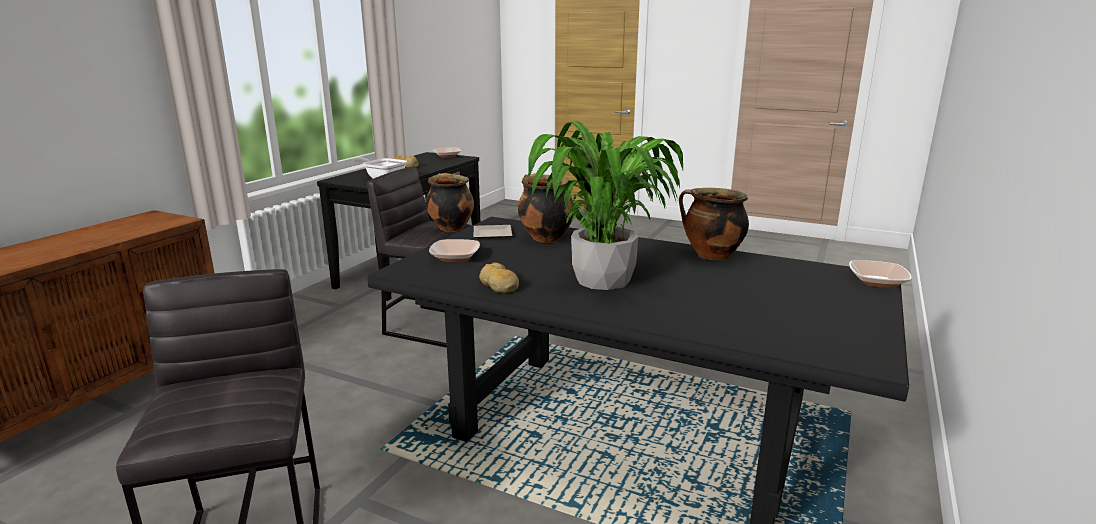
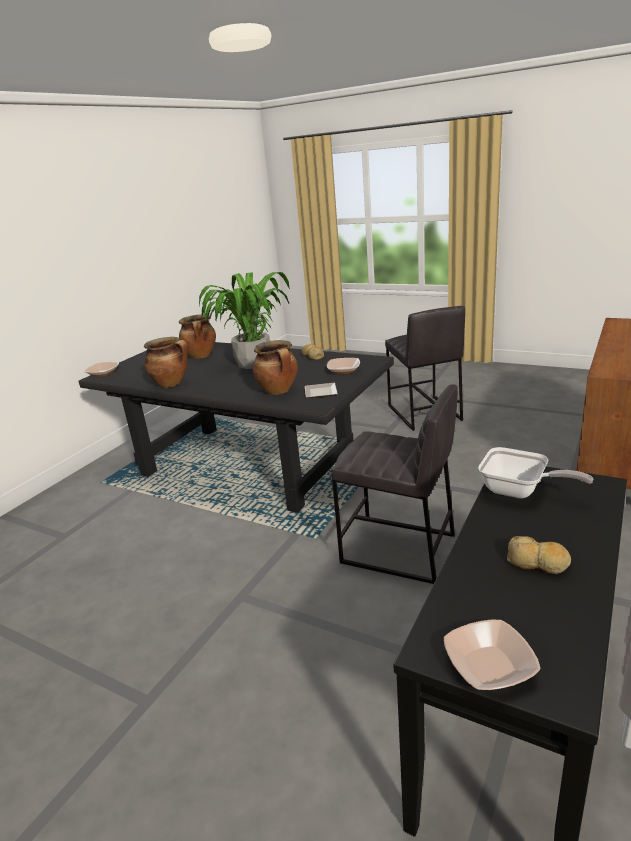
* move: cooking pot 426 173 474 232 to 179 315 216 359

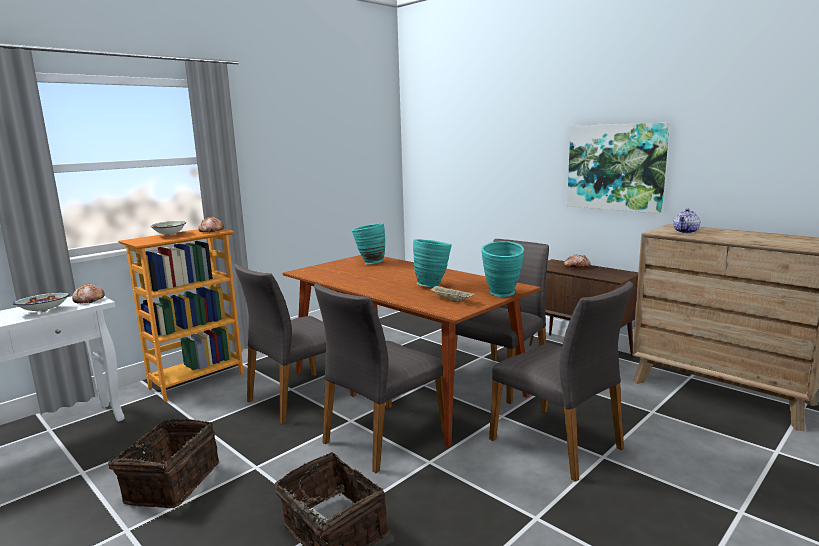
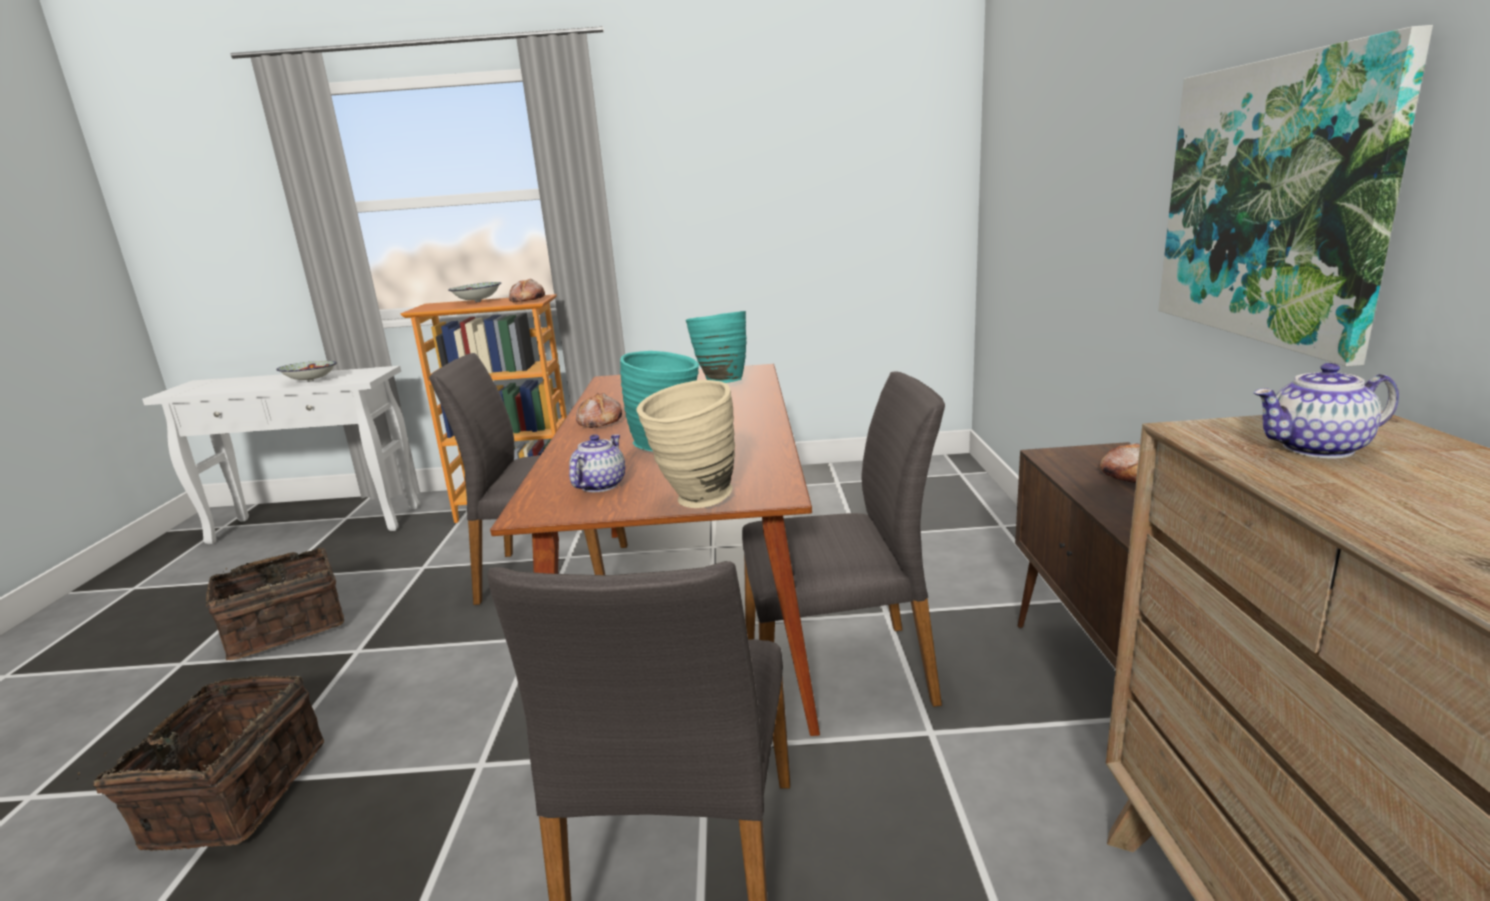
* recolor: turquoise vase 481 241 524 297 to beige vase 637 380 735 508
* move: bread 72 283 105 303 to 576 393 622 428
* delete: grey chair 314 283 444 473
* replace: beige tray 428 285 476 302 to teapot 569 434 625 492

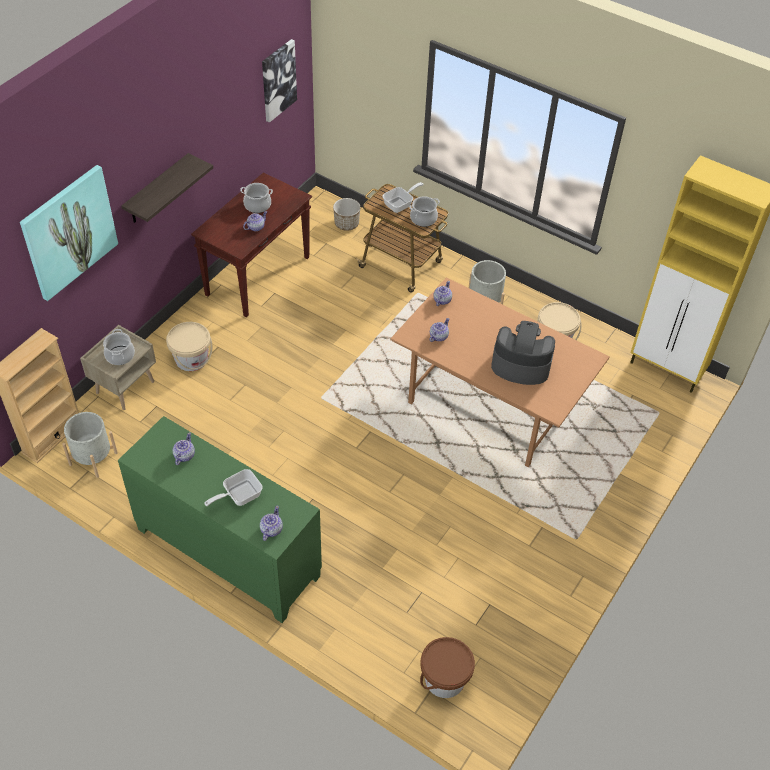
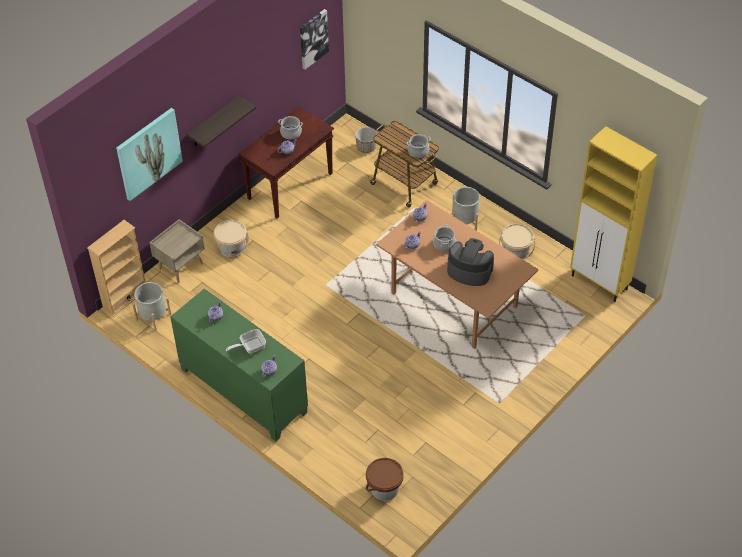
* delete: frying pan 383 182 423 213
* move: cooking pot 103 329 135 365 to 433 224 456 252

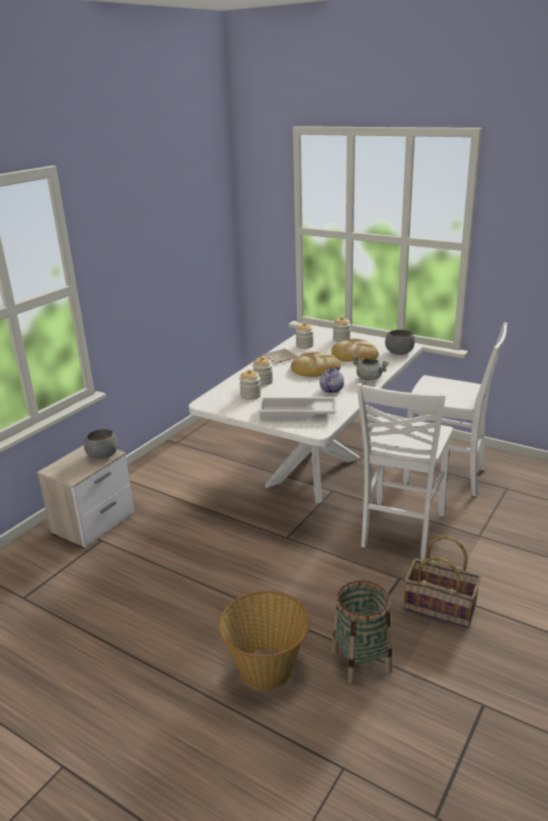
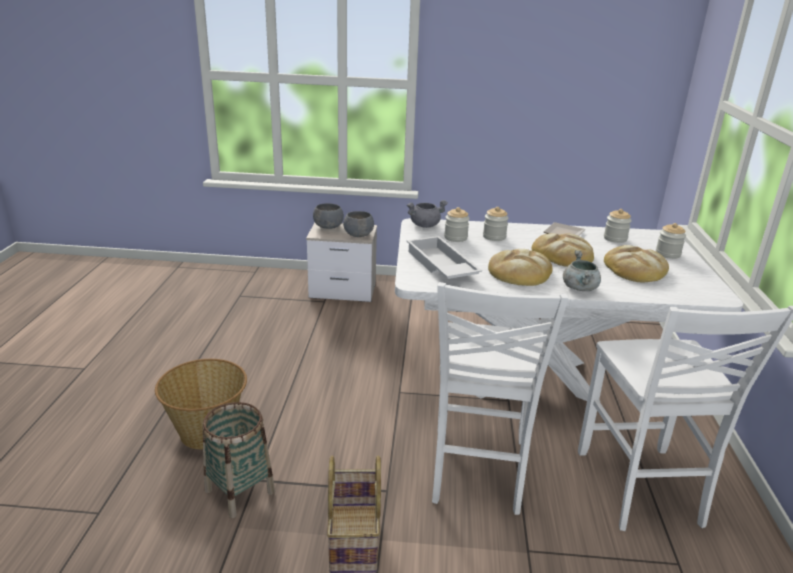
* move: grey bowl 385 330 415 355 to 313 203 344 229
* replace: teapot 320 366 344 393 to bread 488 249 552 286
* rotate: white chair 357 383 453 560 = 432 282 568 515 75 degrees counterclockwise
* insert: grey cooking pot 407 200 448 228

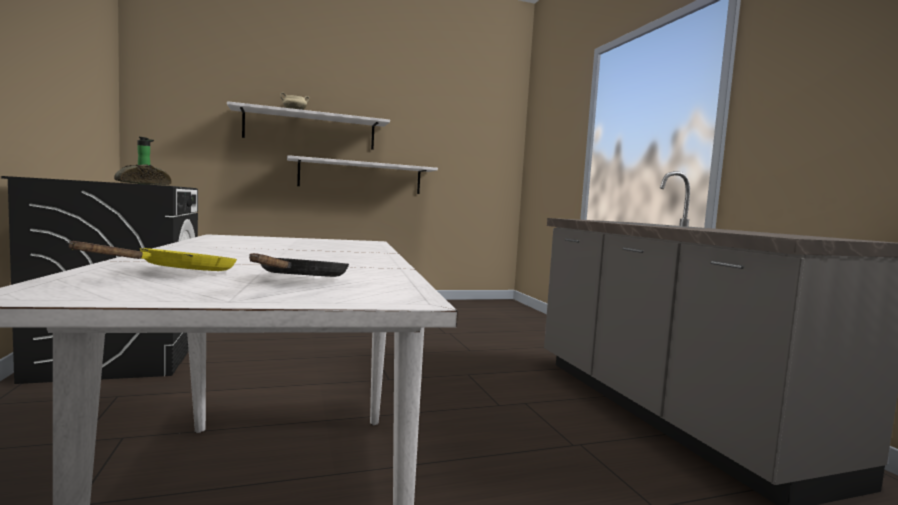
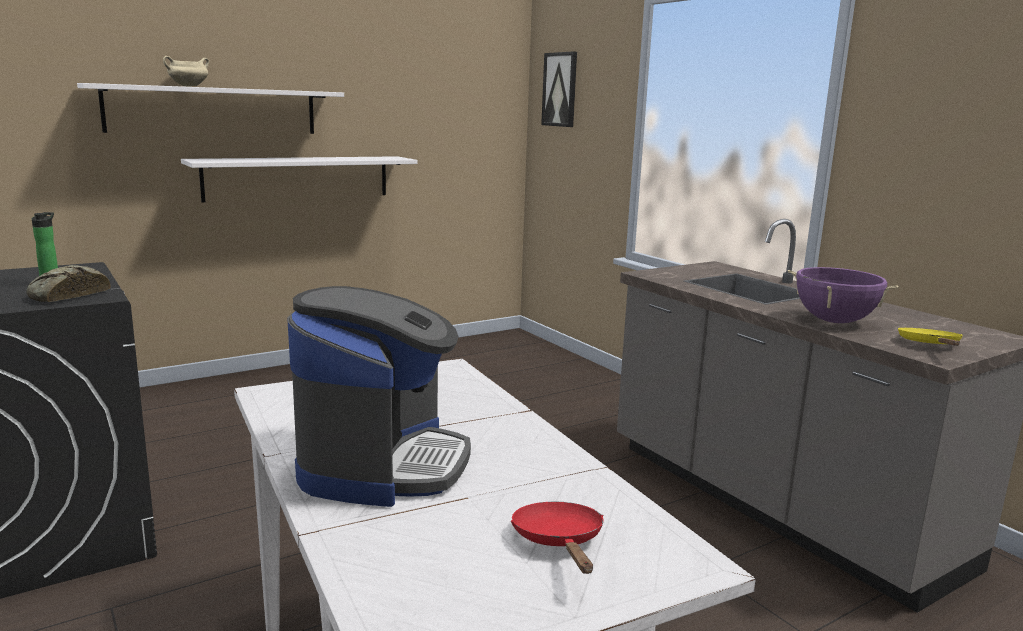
* move: yellow frying pan 66 241 237 271 to 898 328 963 346
* recolor: black frying pan 249 253 349 277 to red frying pan 511 502 604 574
* insert: picture 541 51 577 127
* insert: purple cooking pot 788 267 899 323
* insert: coffee machine 287 286 471 507

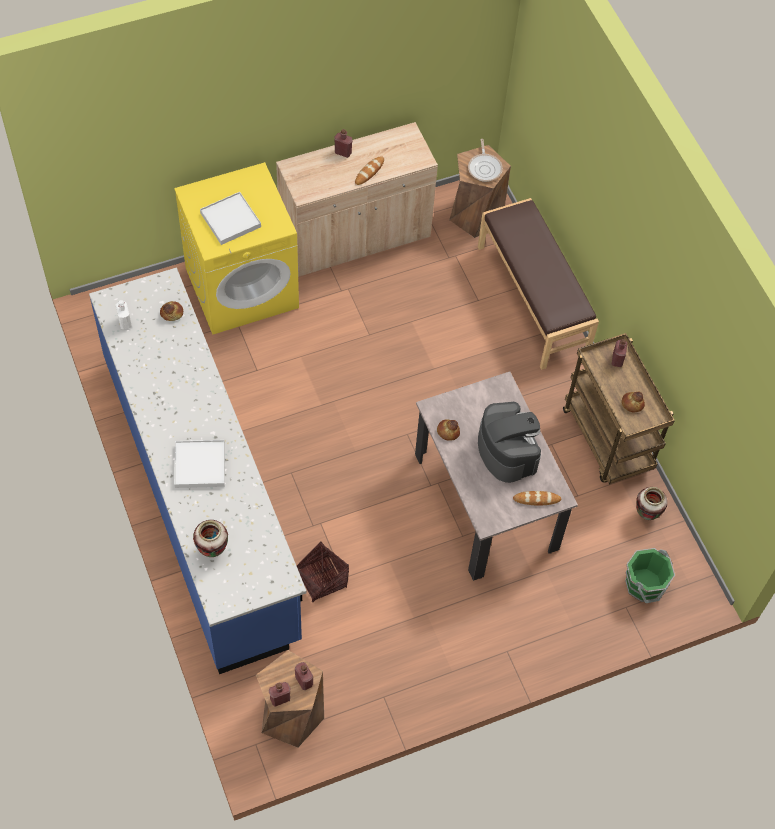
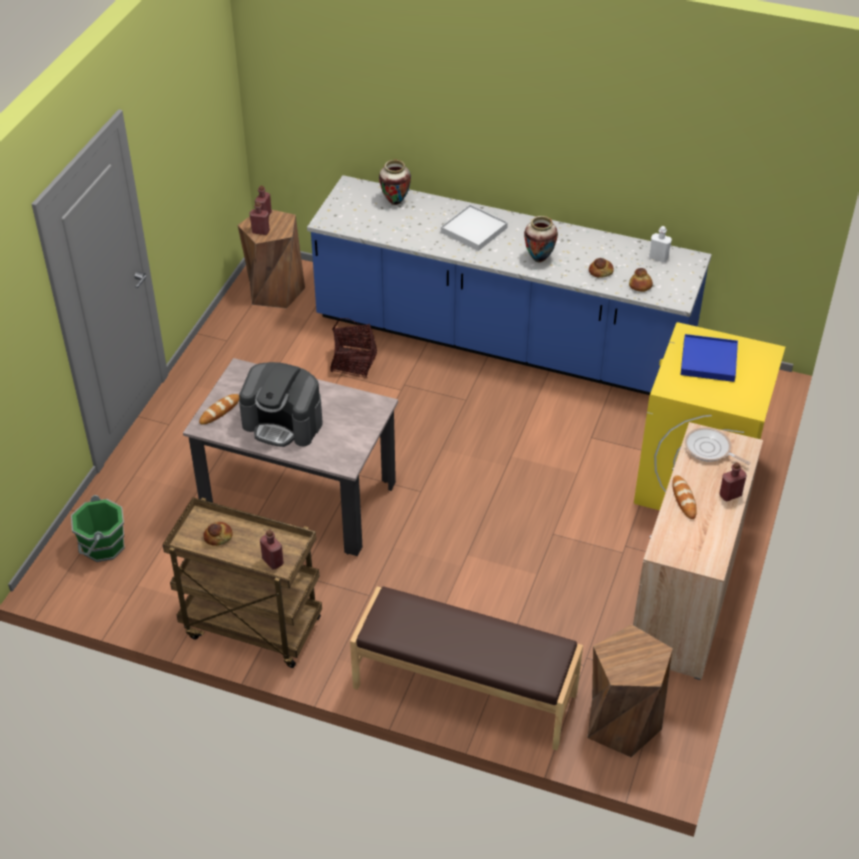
* move: frying pan 468 139 503 182 to 685 427 750 465
* recolor: white tray 200 192 261 245 to blue tray 680 334 738 382
* move: bread 437 419 460 441 to 589 258 614 278
* move: vase 636 487 667 520 to 524 216 558 262

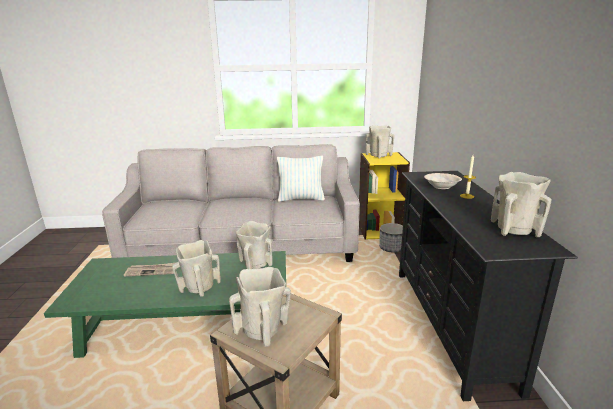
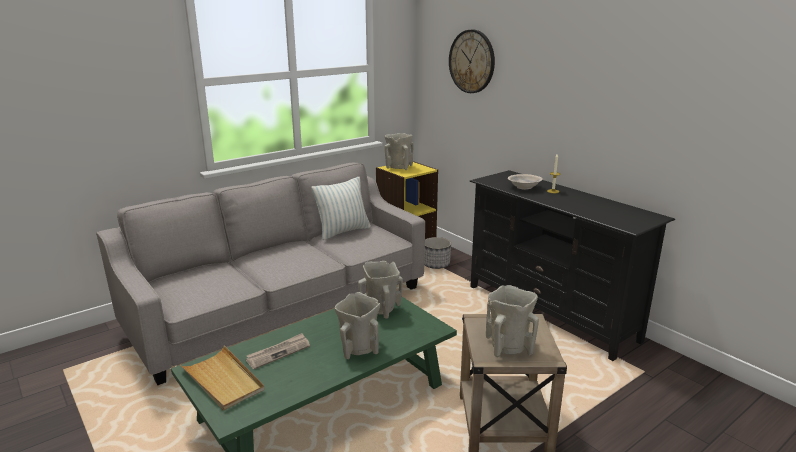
* delete: beige vase 491 172 551 238
* insert: wall clock 449 30 495 93
* insert: beige tray 179 346 265 411

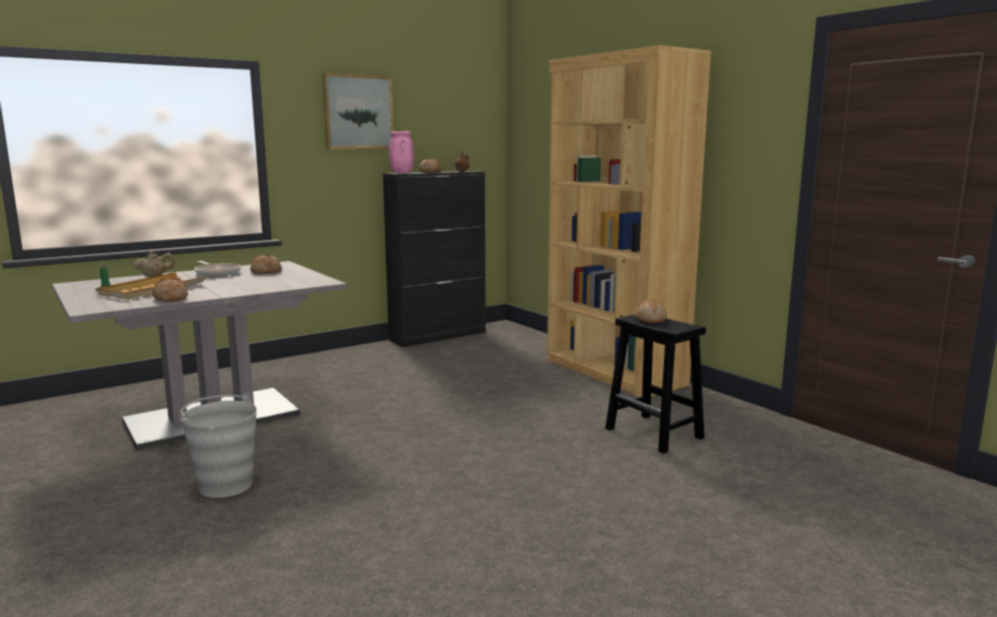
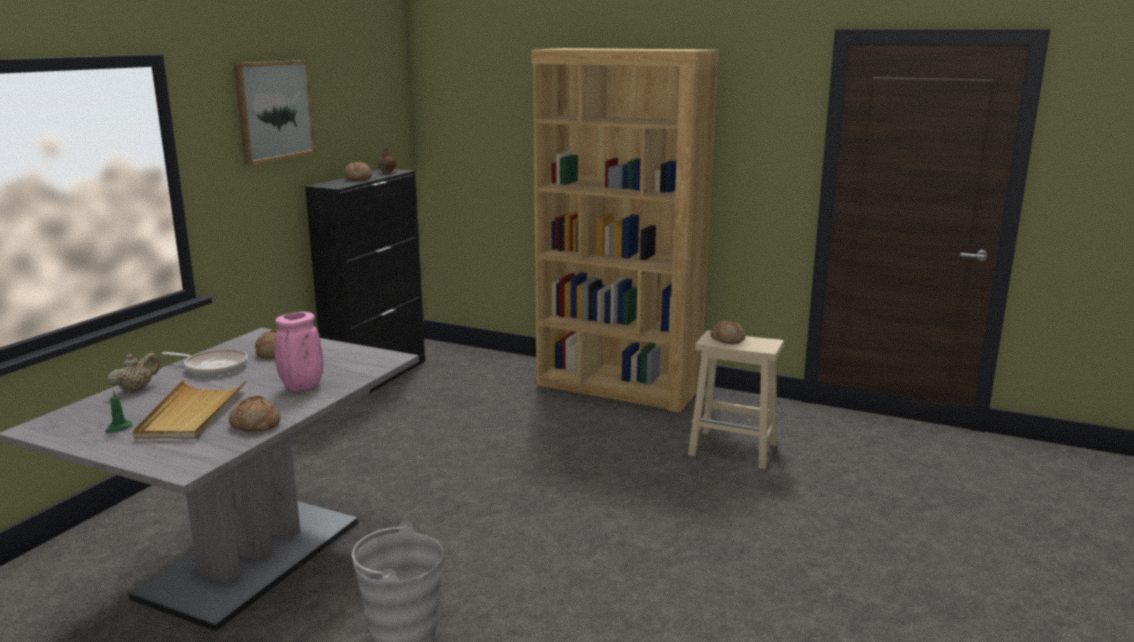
* move: pink vase 389 131 414 173 to 274 312 323 391
* recolor: black stool 605 314 706 454 to beige stool 688 330 784 469

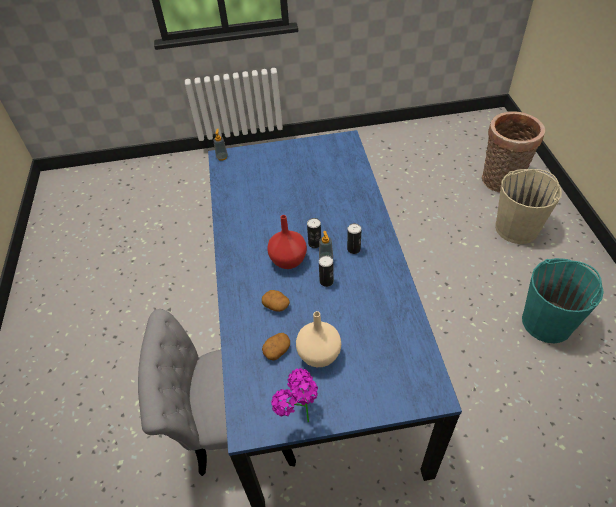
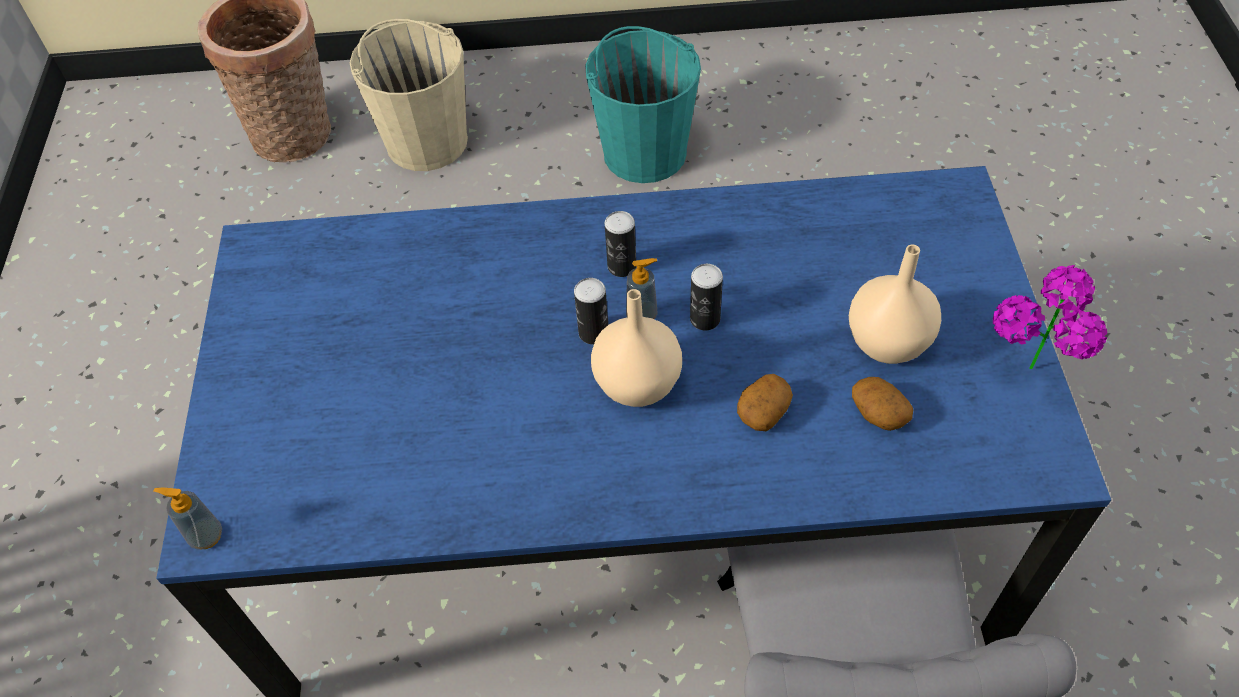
* recolor: red vase 267 215 307 269 to beige vase 591 289 682 407

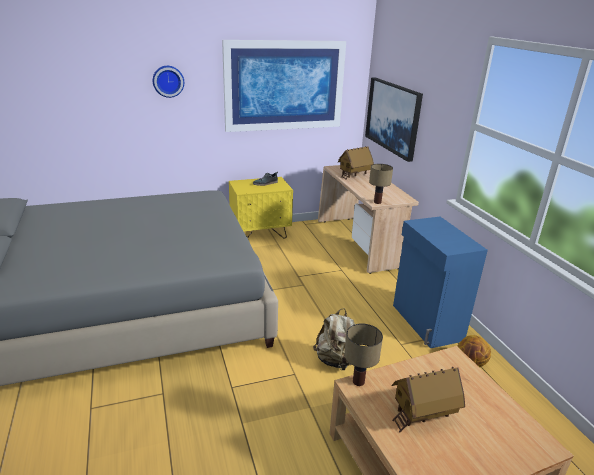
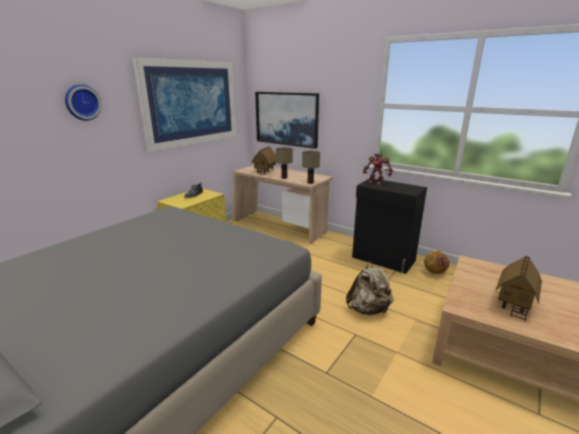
* recolor: blue cabinet 393 217 488 348 to black cabinet 352 178 427 274
* move: table lamp 344 324 383 386 to 276 148 293 179
* insert: toy robot 363 154 393 185

